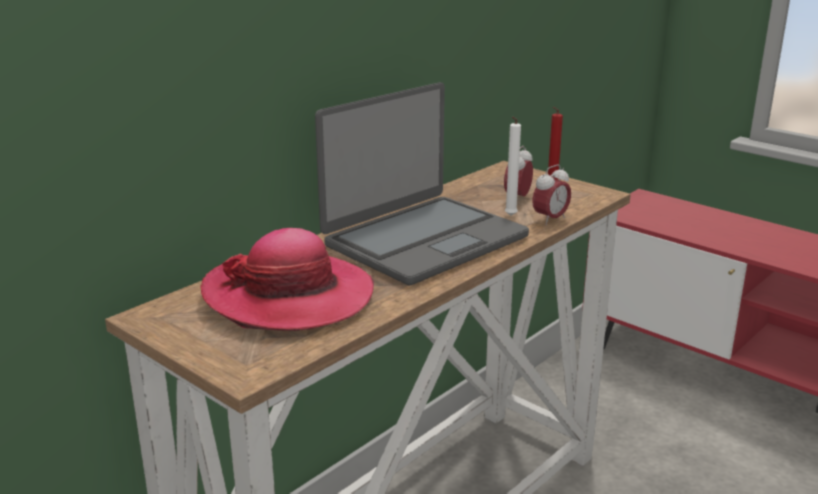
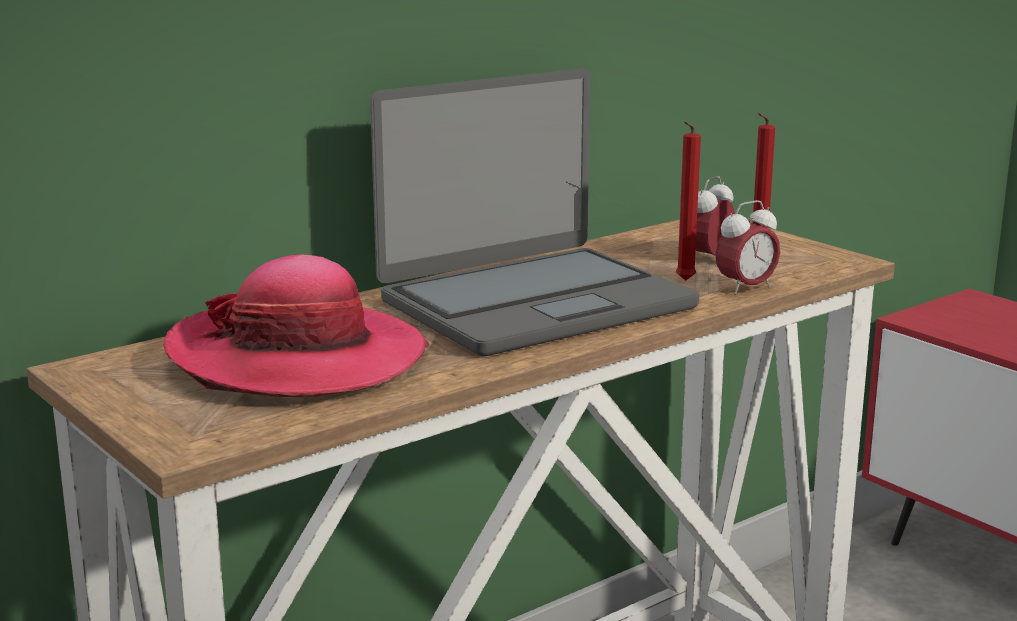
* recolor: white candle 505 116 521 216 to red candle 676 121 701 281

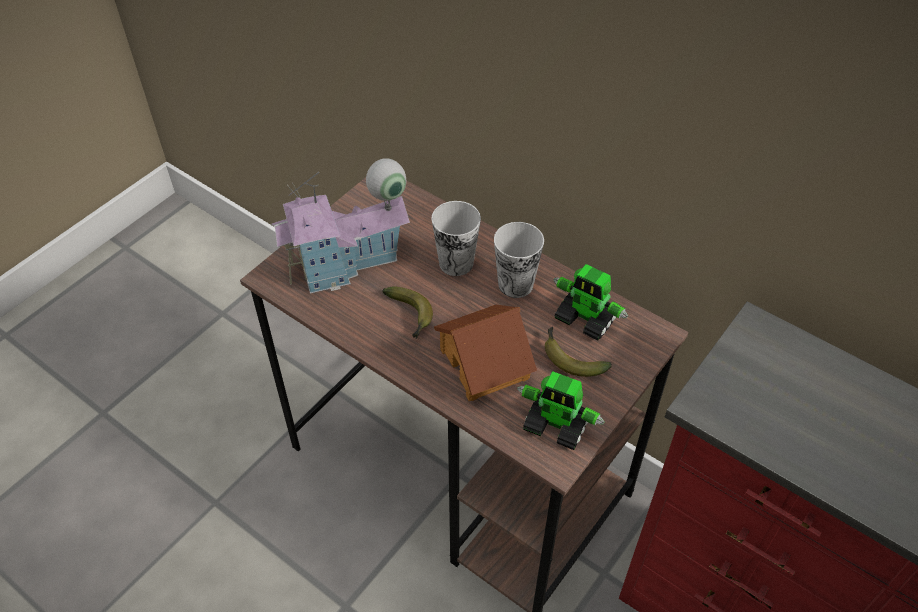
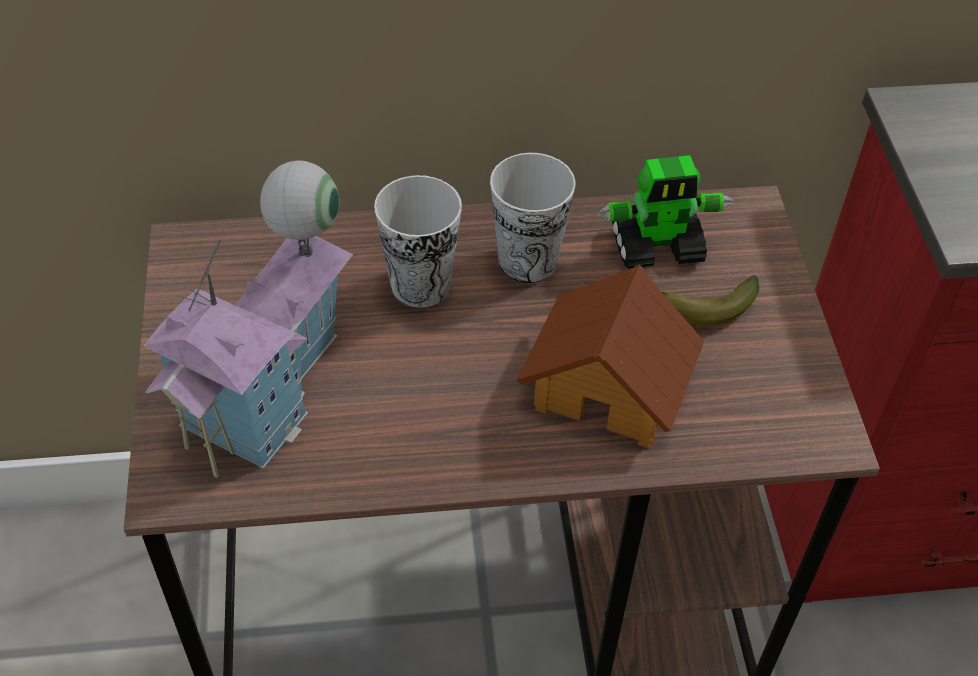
* delete: banana 382 286 433 339
* delete: toy robot 517 371 605 450

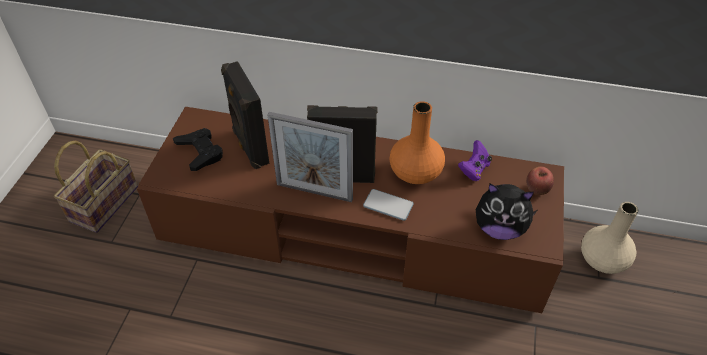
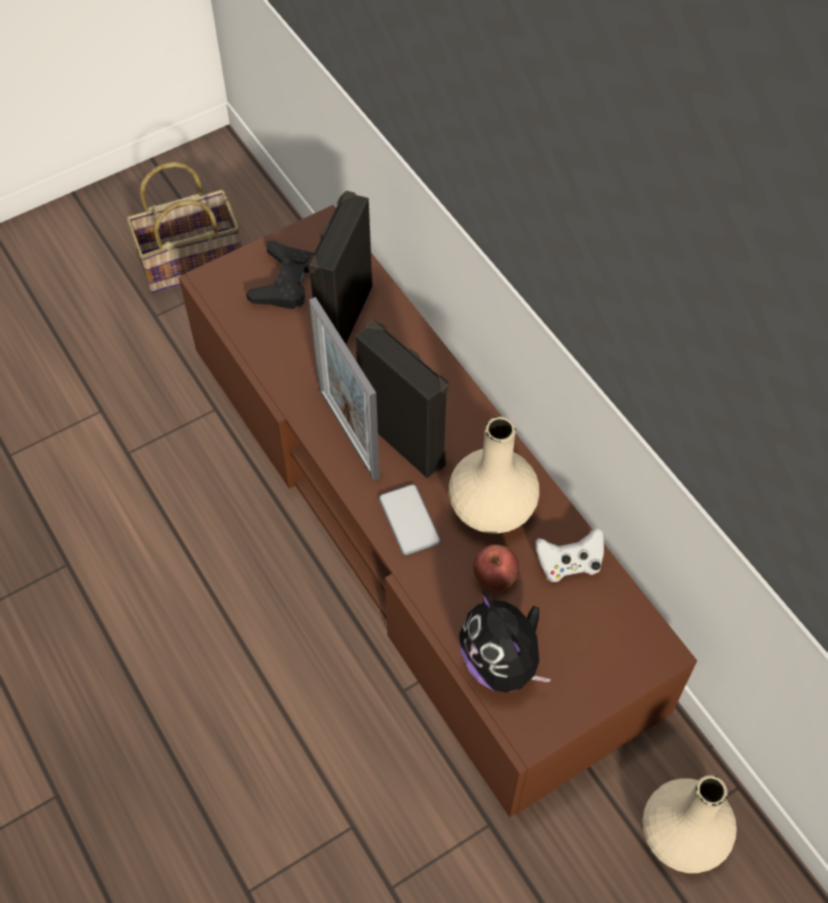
* recolor: orange vase 389 101 445 184 to beige vase 449 417 539 534
* recolor: purple game controller 458 140 492 181 to white game controller 536 526 604 582
* move: apple 526 166 554 195 to 473 544 519 591

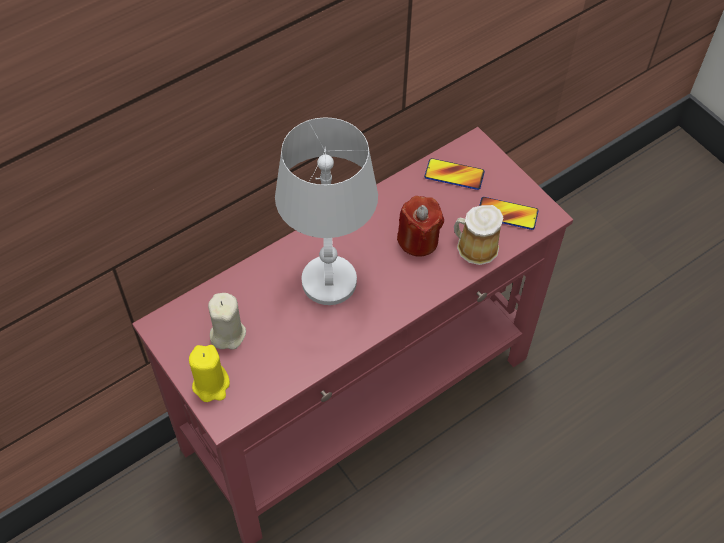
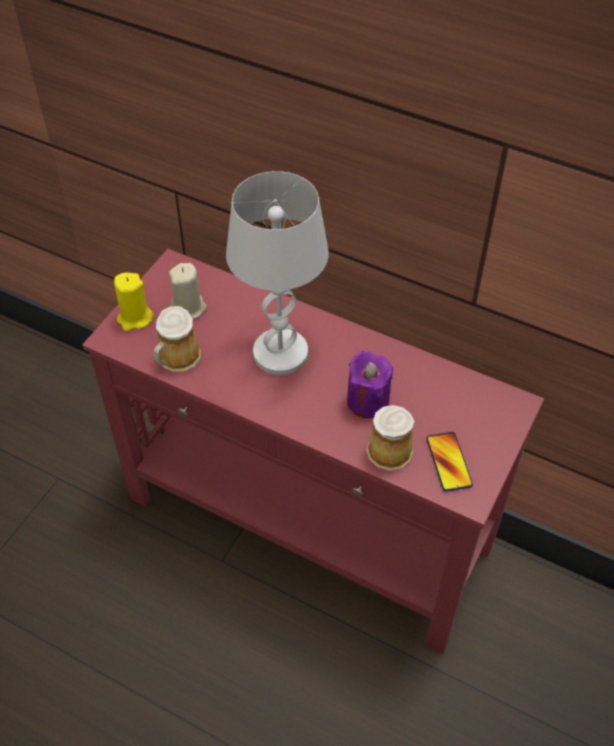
* delete: phone 424 158 485 190
* recolor: red candle 397 196 444 256 to purple candle 347 351 393 418
* insert: mug 154 306 201 372

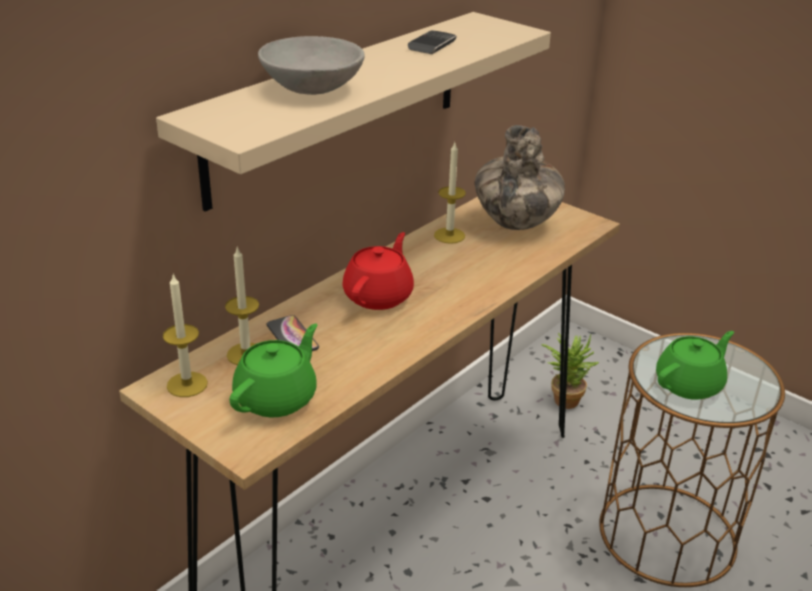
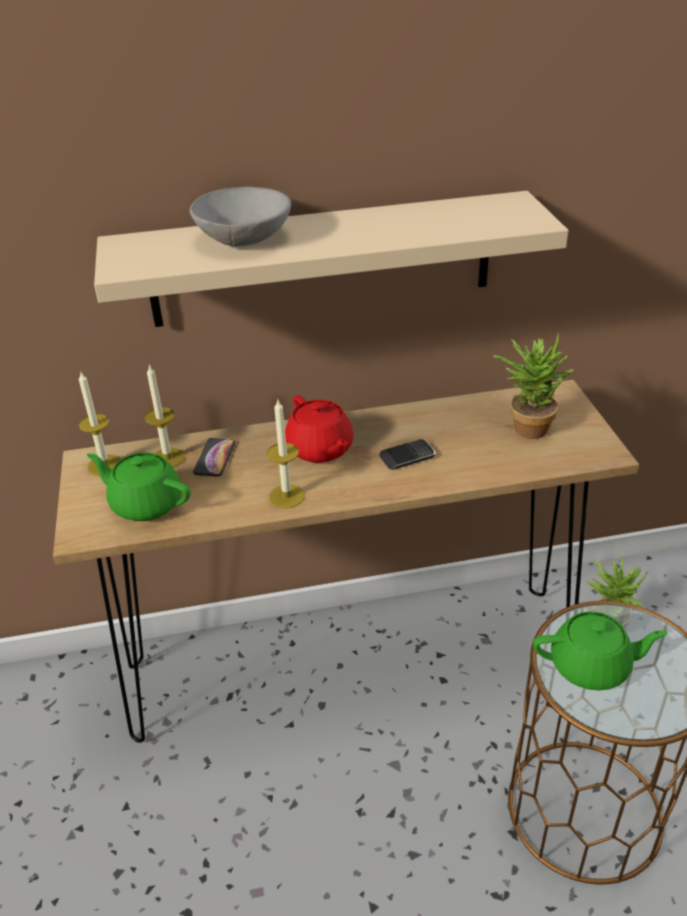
* move: phone 408 31 456 54 to 380 439 436 470
* replace: vase 475 125 565 230 to potted plant 493 333 574 439
* move: candle 434 143 466 244 to 267 398 305 508
* rotate: red teapot 342 232 414 310 = 285 395 354 463 90 degrees clockwise
* rotate: green teapot 229 324 317 418 = 87 452 191 521 135 degrees counterclockwise

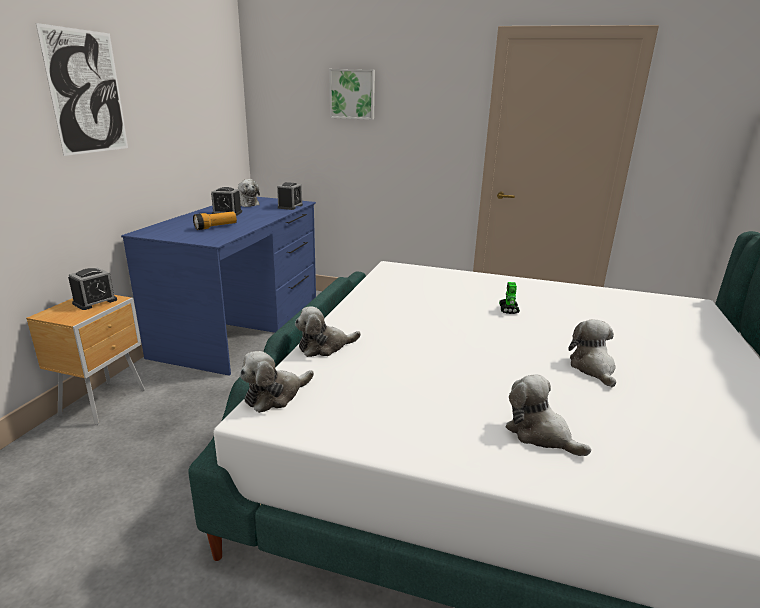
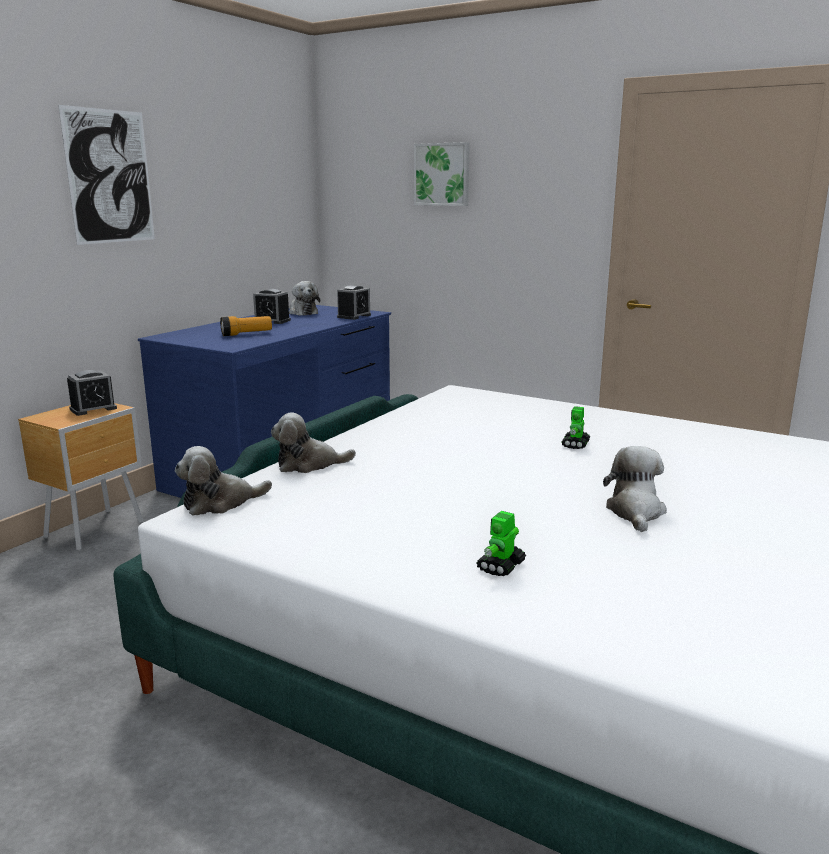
* replace: plush toy 505 374 591 456 to toy robot 476 511 526 576

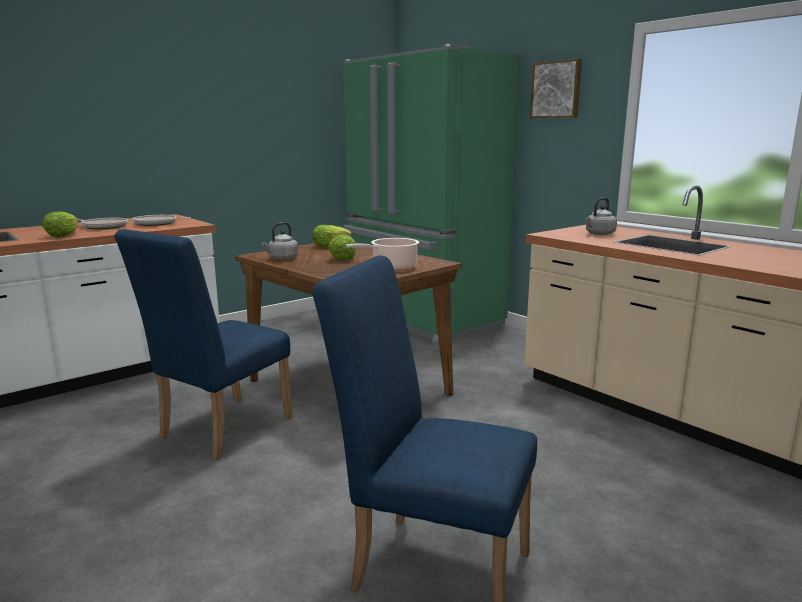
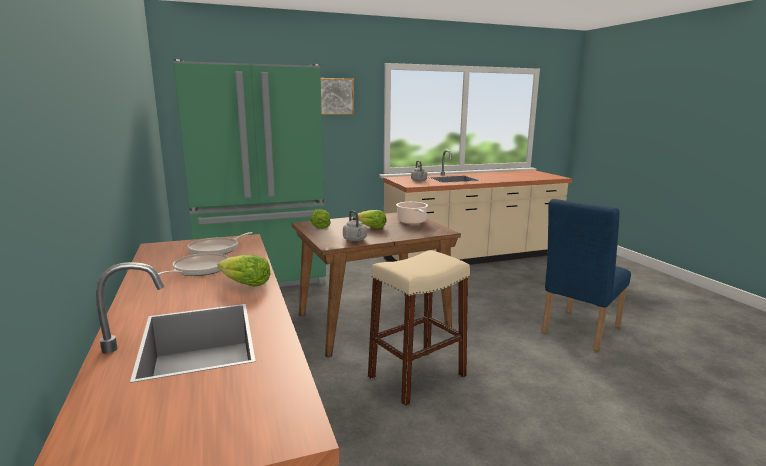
* replace: blue chair 114 229 293 460 to beige stool 368 250 470 406

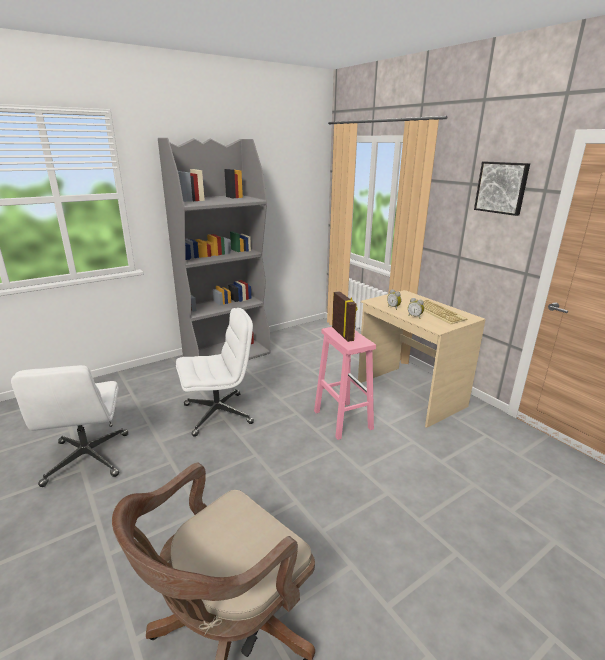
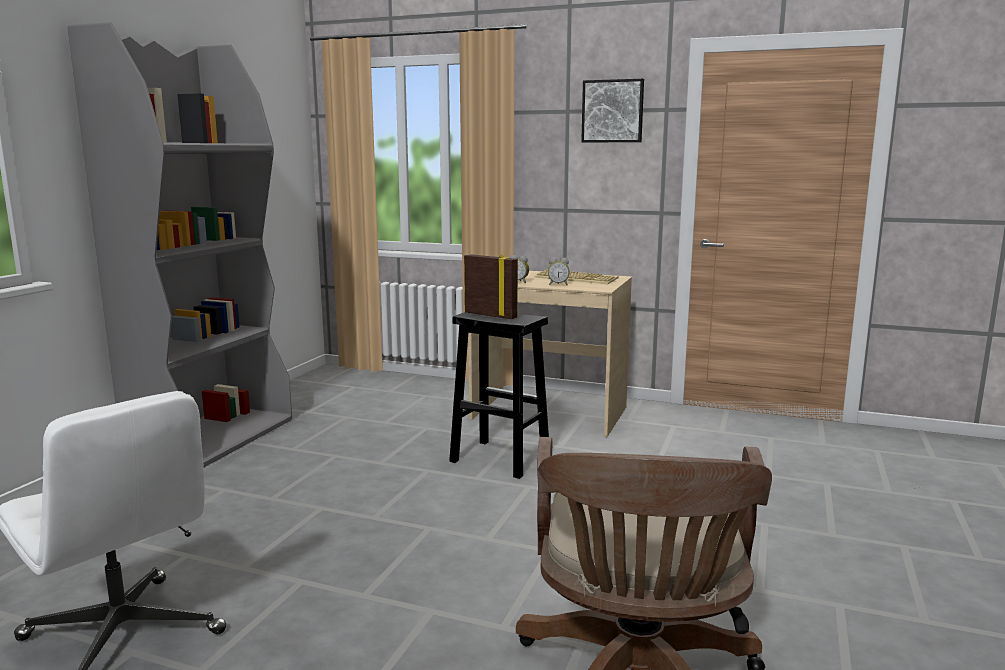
* delete: white office chair 176 308 254 437
* recolor: pink stool 314 327 376 440 to black stool 449 312 549 479

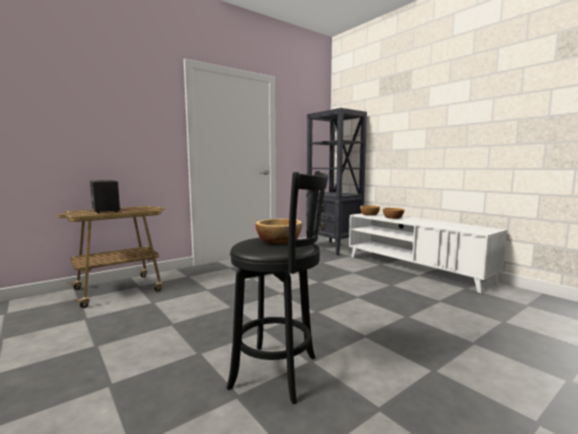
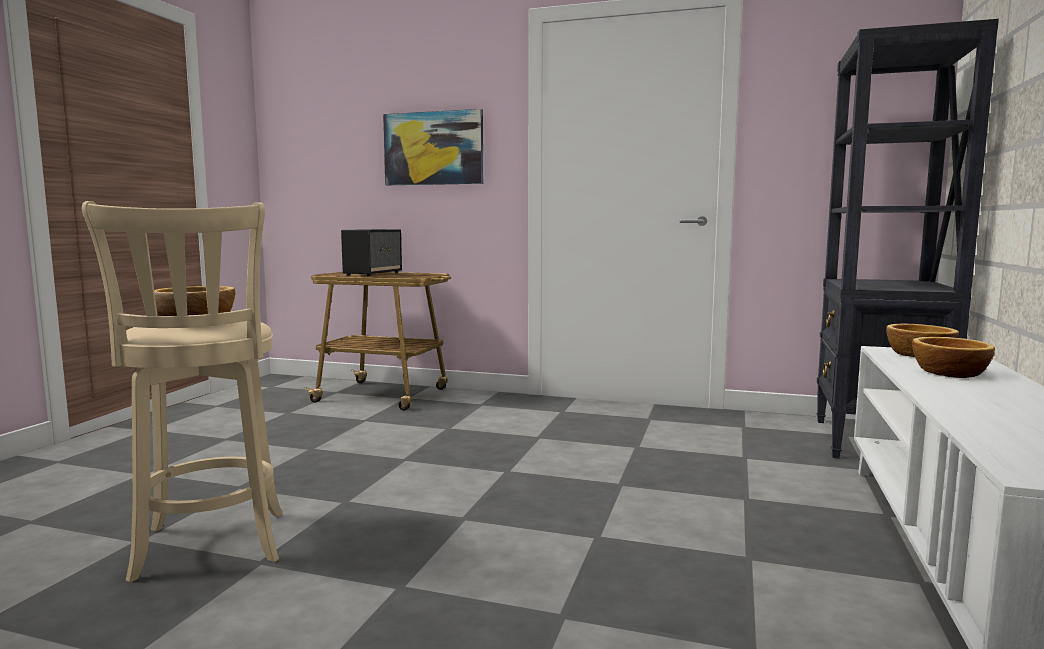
* recolor: black stool 226 171 328 404 to beige stool 82 201 283 583
* insert: picture 383 109 483 185

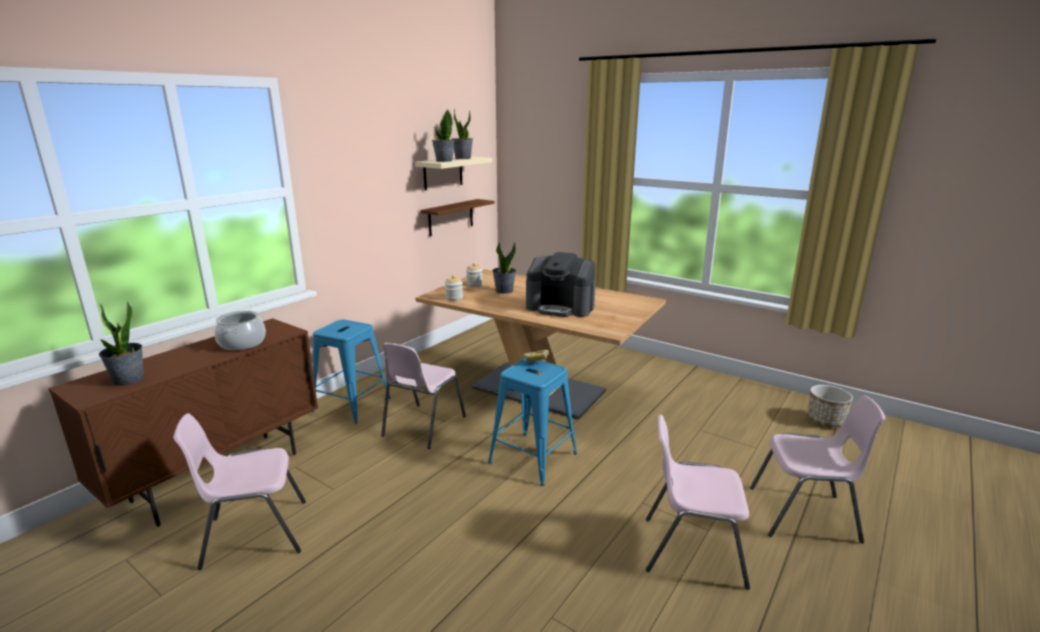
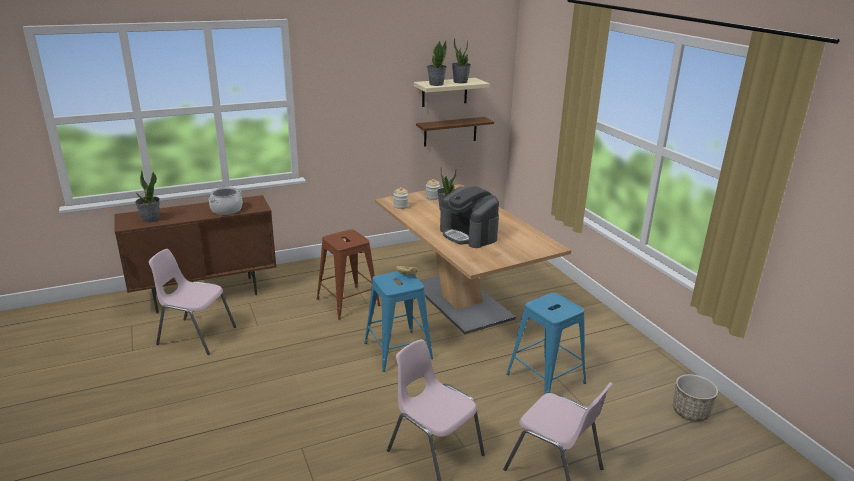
* move: blue stool 312 320 391 424 to 506 293 586 394
* replace: pink chair 381 343 466 449 to brown stool 317 229 380 320

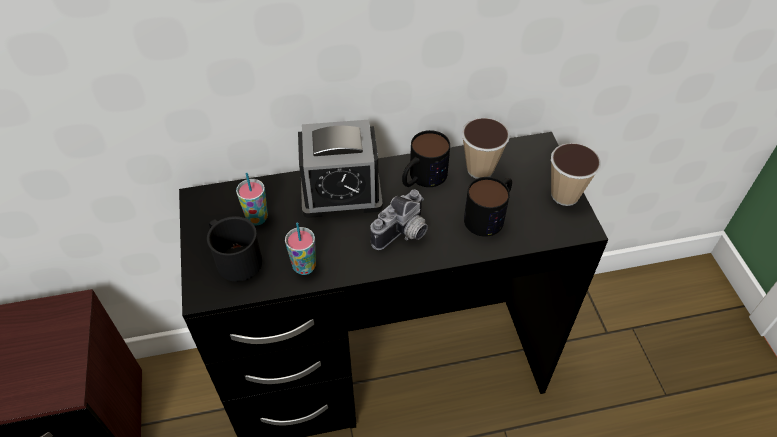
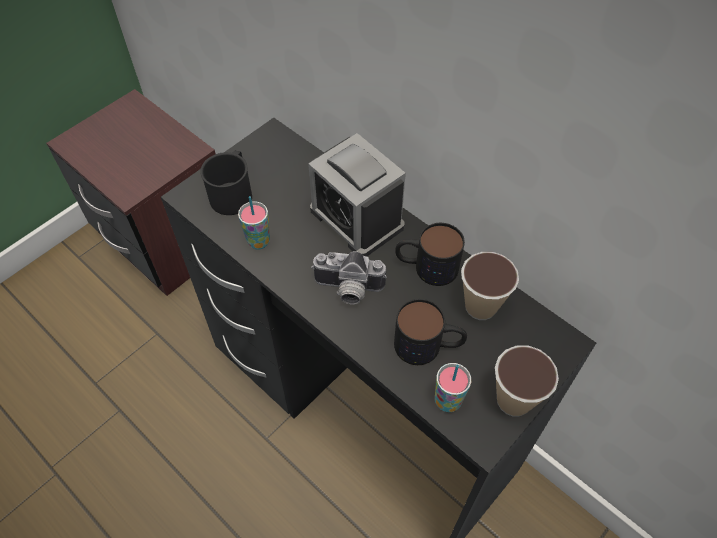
* move: cup 236 173 268 225 to 435 363 471 412

